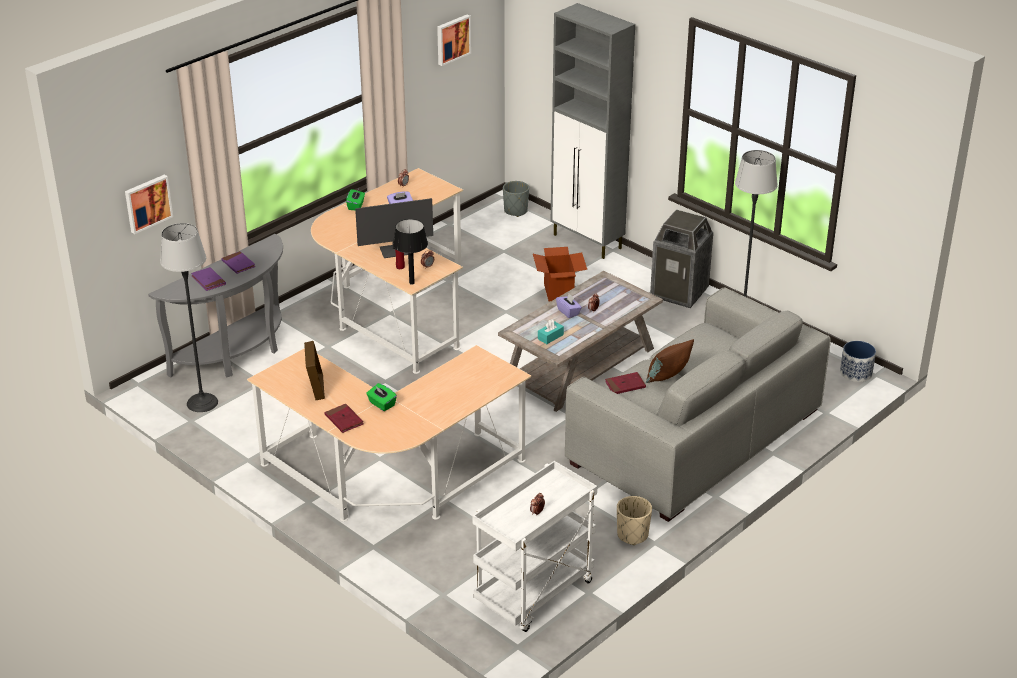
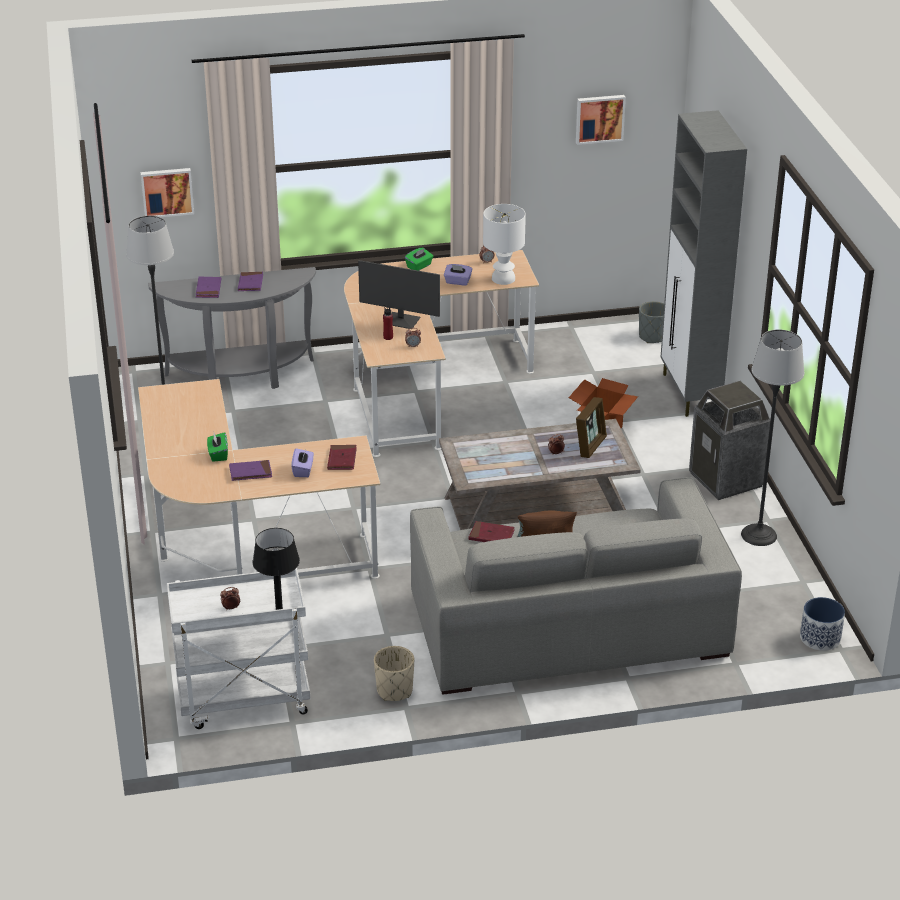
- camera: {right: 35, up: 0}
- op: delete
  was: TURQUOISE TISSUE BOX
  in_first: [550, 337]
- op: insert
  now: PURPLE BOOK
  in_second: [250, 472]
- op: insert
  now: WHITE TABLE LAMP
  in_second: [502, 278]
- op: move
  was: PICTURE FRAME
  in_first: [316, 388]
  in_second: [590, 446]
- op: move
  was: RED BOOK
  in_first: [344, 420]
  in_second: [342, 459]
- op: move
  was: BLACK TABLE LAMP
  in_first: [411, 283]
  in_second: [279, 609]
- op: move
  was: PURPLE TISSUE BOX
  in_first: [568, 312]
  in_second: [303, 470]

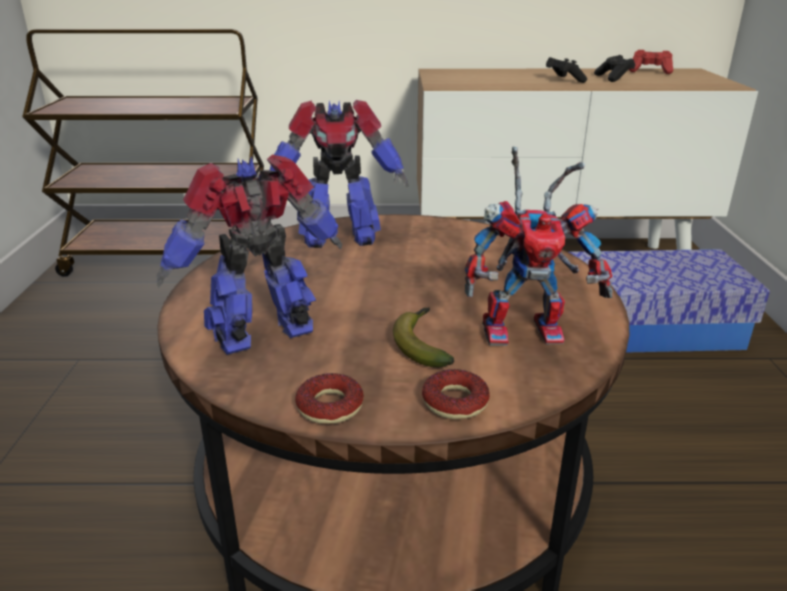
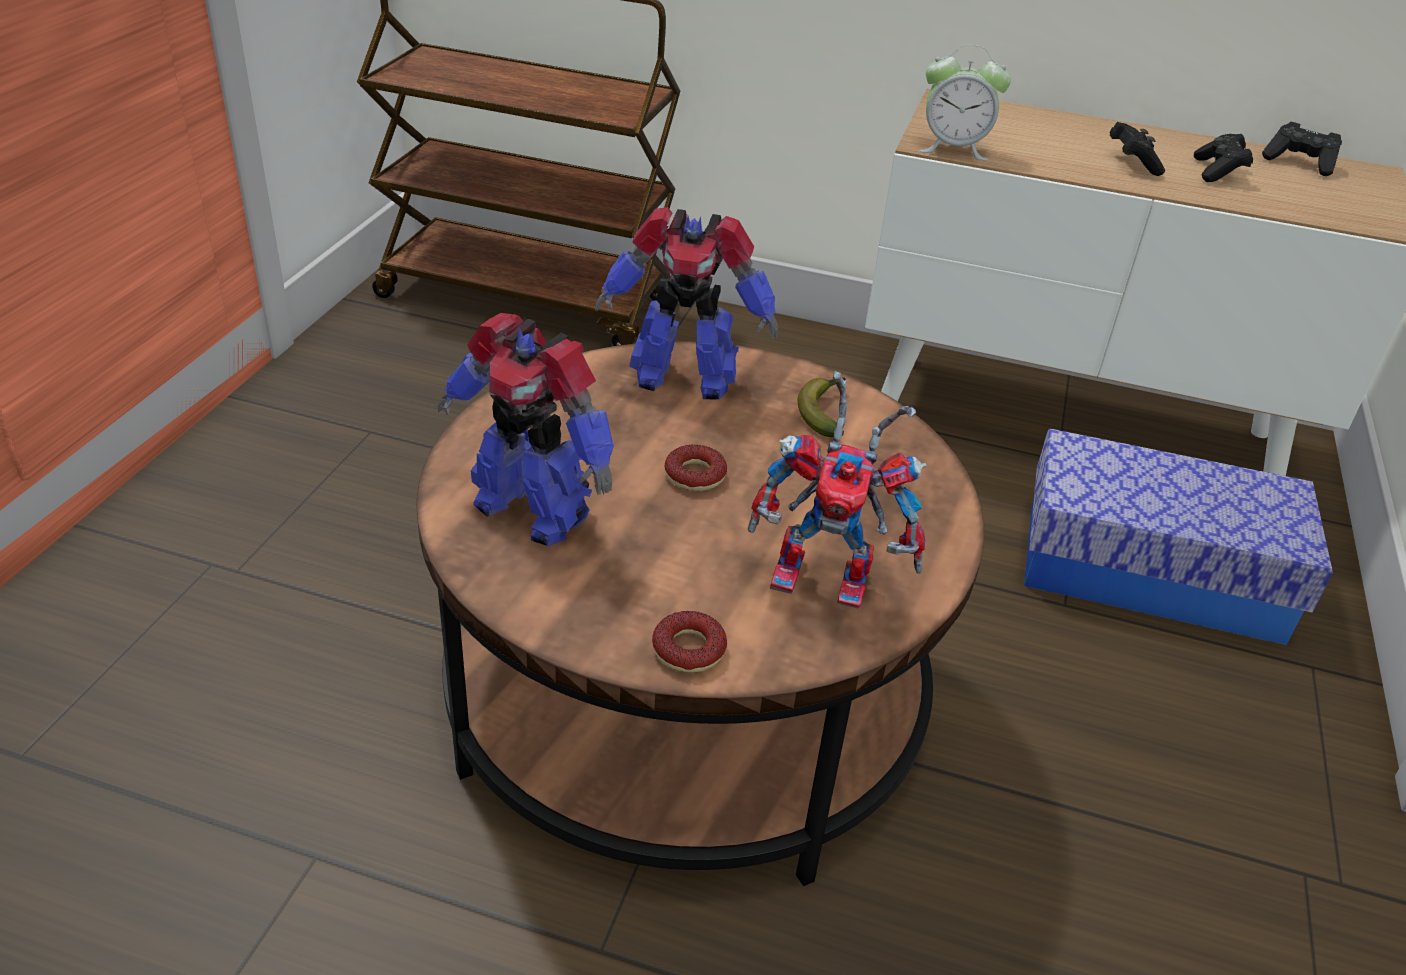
- camera: {right: 15, up: 10}
- op: insert
  now: ALARM CLOCK
  in_second: [953, 149]
- op: move
  was: DONUT
  in_first: [330, 406]
  in_second: [695, 475]
- op: move
  was: BANANA
  in_first: [422, 344]
  in_second: [824, 412]
- op: recolor
  was: RED GAME CONTROLLER
  now: BLACK GAME CONTROLLER
  in_first: [650, 71]
  in_second: [1299, 163]
- op: rotate
  was: TOY ROBOT
  in_first: [266, 335]
  in_second: [532, 509]
  clockwise: -135

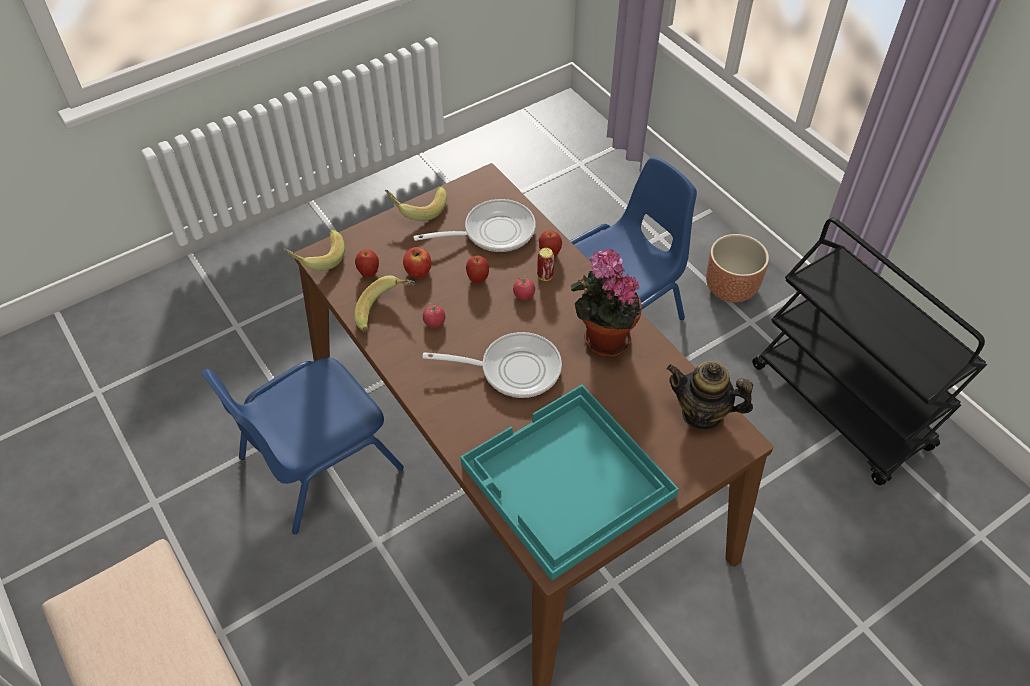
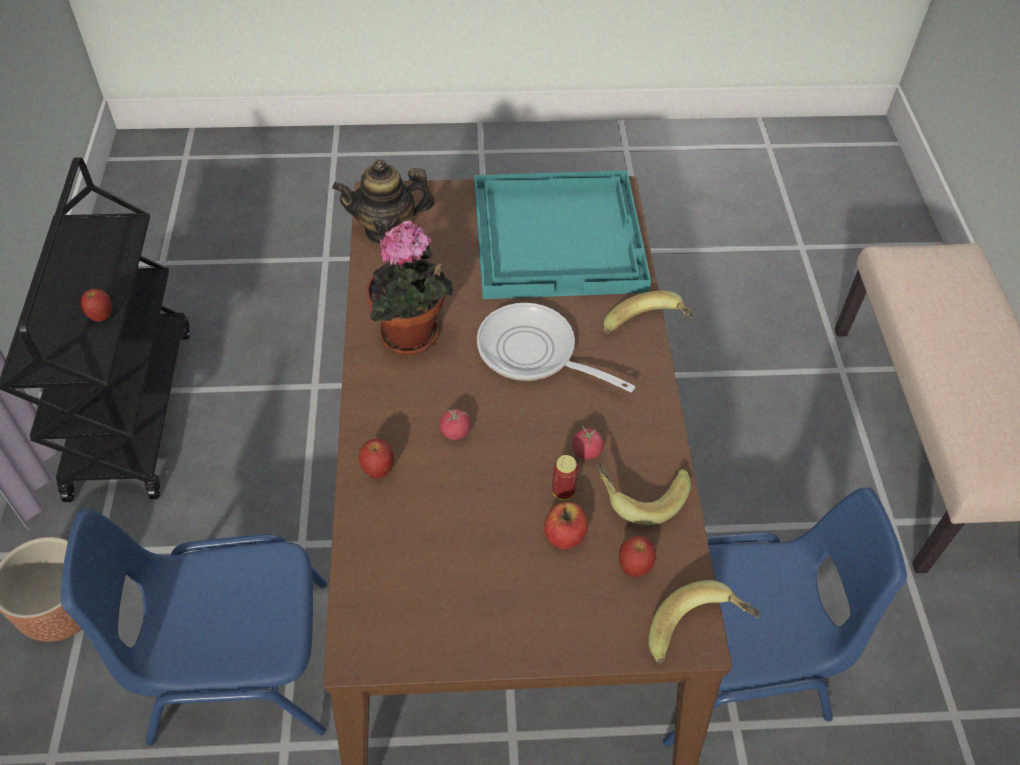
- camera: {right: -150, up: 0}
- op: delete
  was: FRYING PAN
  in_first: [492, 232]
- op: move
  was: BANANA
  in_first: [417, 208]
  in_second: [647, 331]
- op: move
  was: APPLE
  in_first: [478, 279]
  in_second: [101, 317]
- op: move
  was: CAN
  in_first: [545, 276]
  in_second: [563, 491]
- op: rotate
  was: TEAPOT
  in_first: [702, 413]
  in_second: [387, 230]
  clockwise: 120

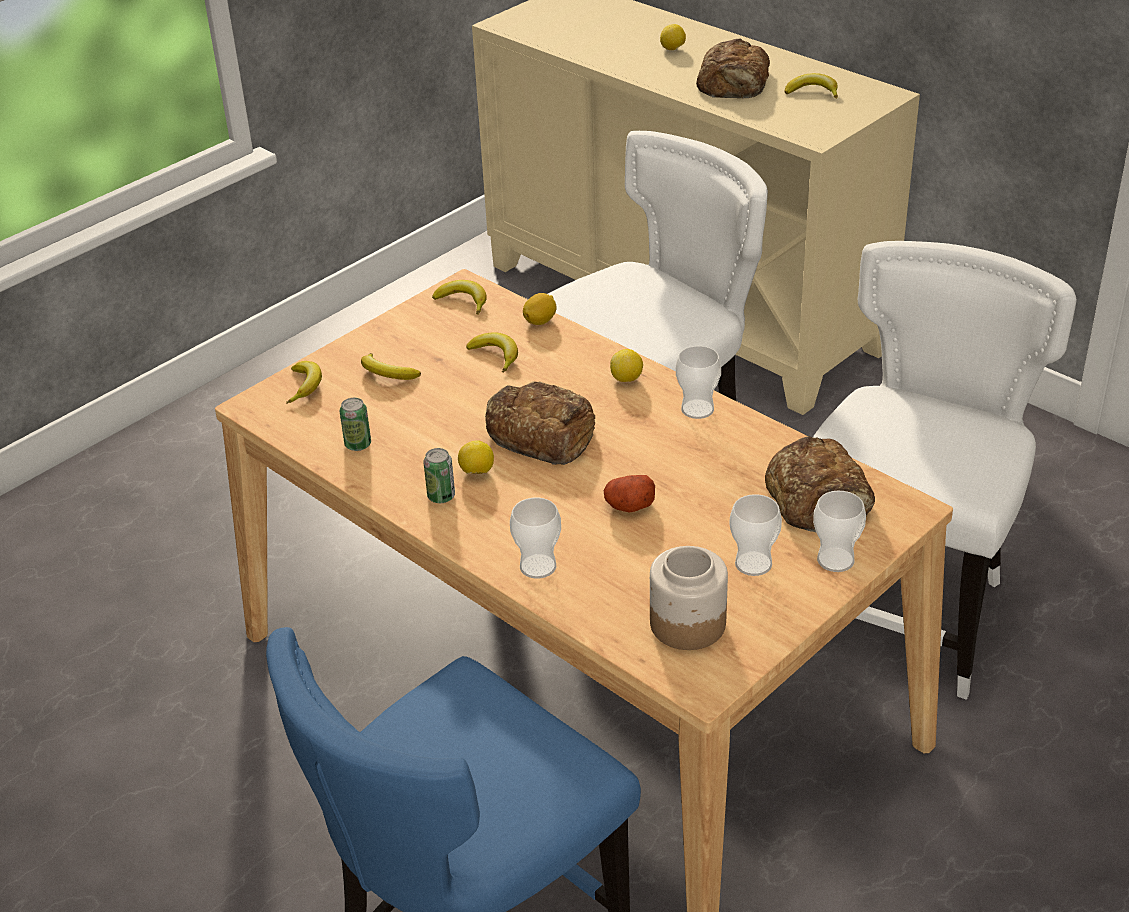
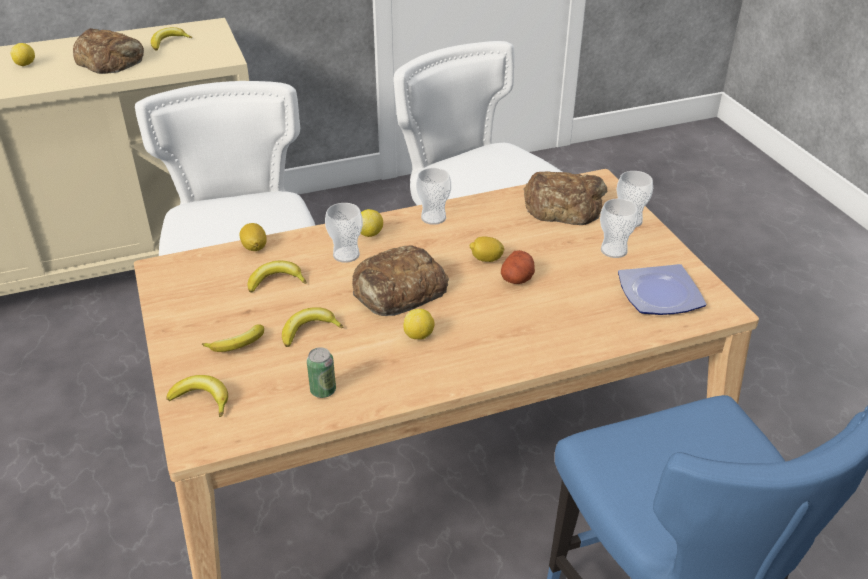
- camera: {right: -65, up: 0}
- op: delete
  was: CAN
  in_first: [441, 496]
- op: insert
  now: LEMON
  in_second: [486, 259]
- op: move
  was: BANANA
  in_first: [463, 301]
  in_second: [309, 330]
- op: move
  was: CUP
  in_first: [538, 566]
  in_second: [346, 255]
- op: replace
  was: JAR
  now: PLATE
  in_first: [686, 624]
  in_second: [658, 295]

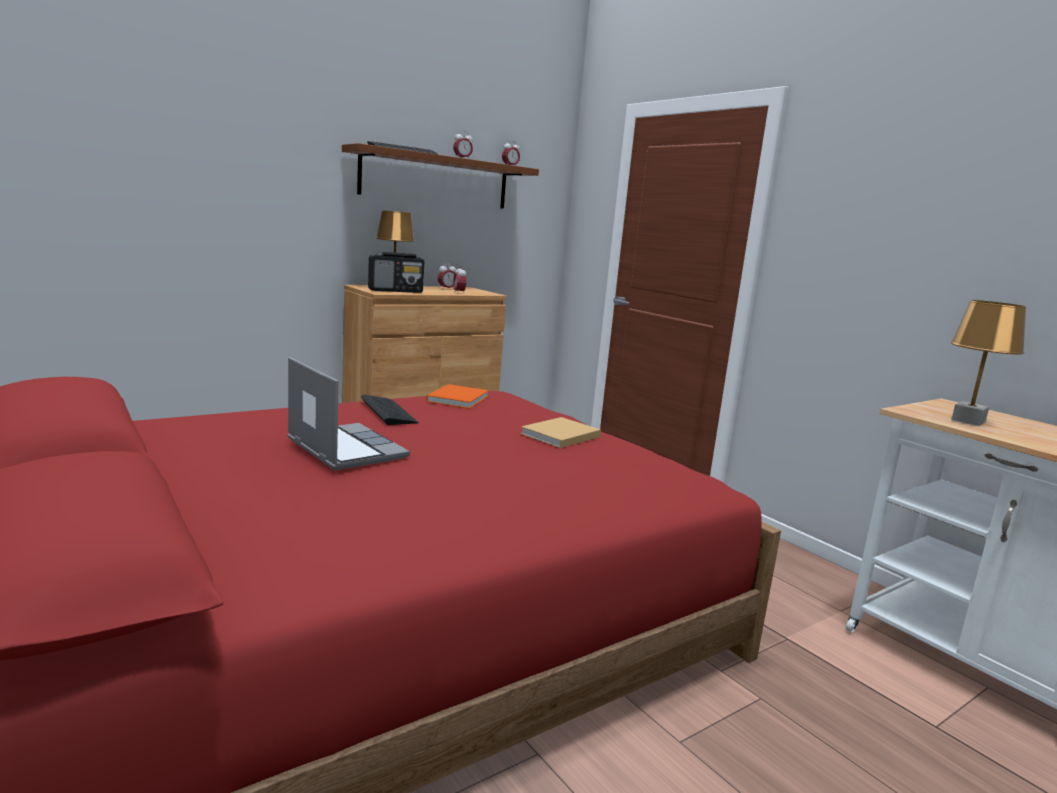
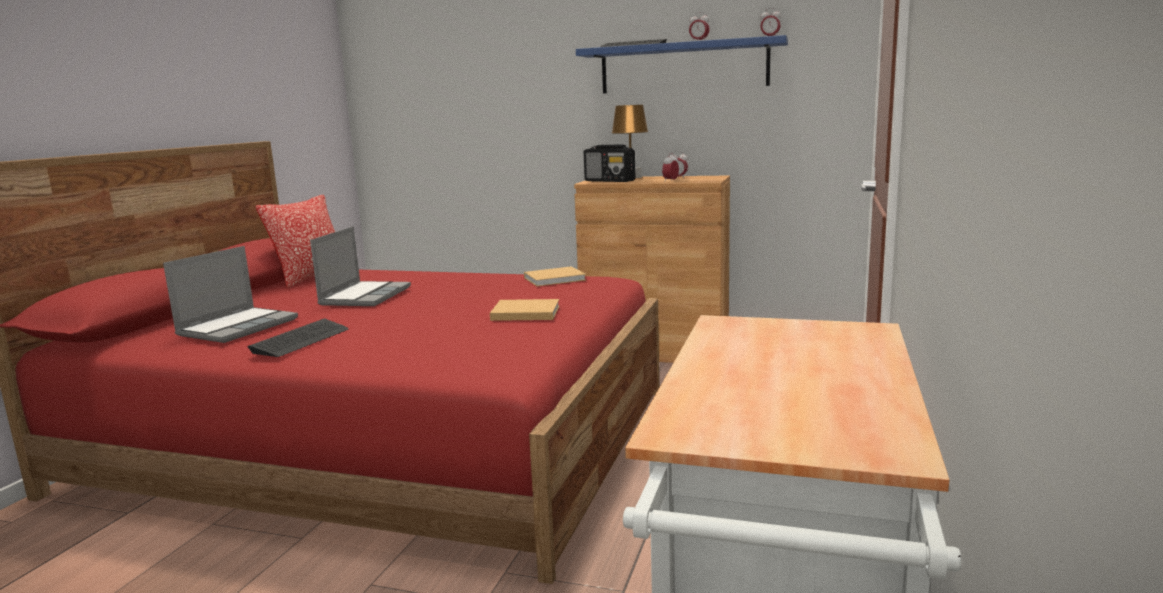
- camera: {right: 55, up: 0}
- op: delete
  was: BROWN TABLE LAMP
  in_first: [967, 420]
- op: insert
  now: LAPTOP
  in_second: [238, 327]
- op: insert
  now: PILLOW
  in_second: [312, 278]
- op: move
  was: KEYBOARD
  in_first: [388, 412]
  in_second: [301, 340]
- op: recolor
  was: BROWN SHELF
  now: BLUE SHELF
  in_first: [436, 180]
  in_second: [683, 67]
- op: recolor
  was: ORANGE BOOK
  now: BEIGE BOOK
  in_first: [458, 398]
  in_second: [556, 278]

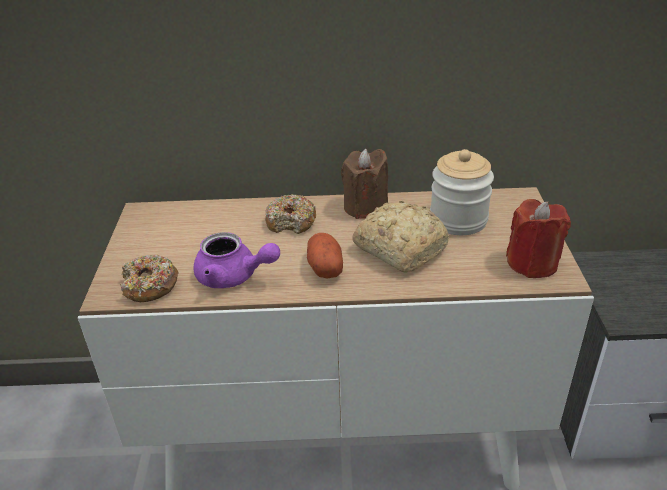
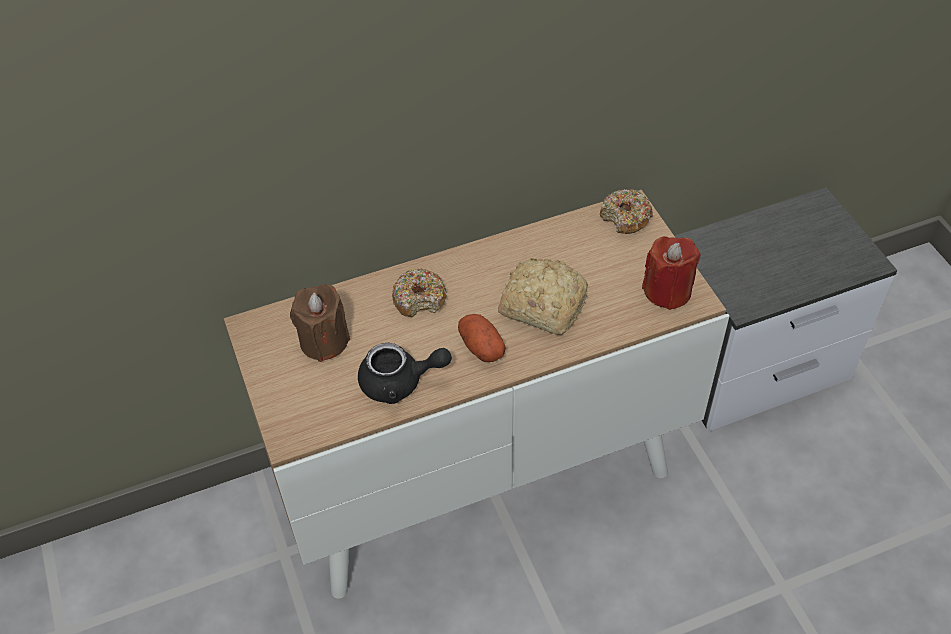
- camera: {right: -20, up: 15}
- op: delete
  was: JAR
  in_first: [458, 220]
- op: move
  was: DONUT
  in_first: [150, 286]
  in_second: [625, 218]
- op: move
  was: BROWN CANDLE
  in_first: [365, 207]
  in_second: [324, 341]
- op: recolor
  was: PURPLE TEAPOT
  now: BLACK TEAPOT
  in_first: [234, 277]
  in_second: [400, 383]

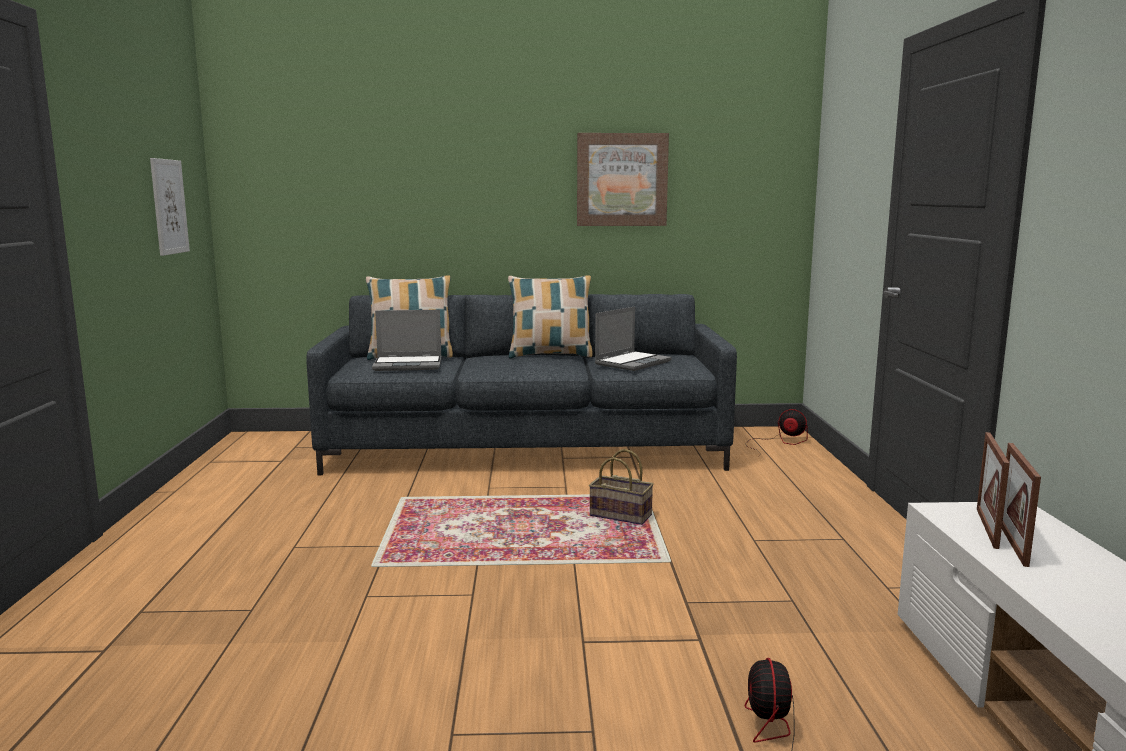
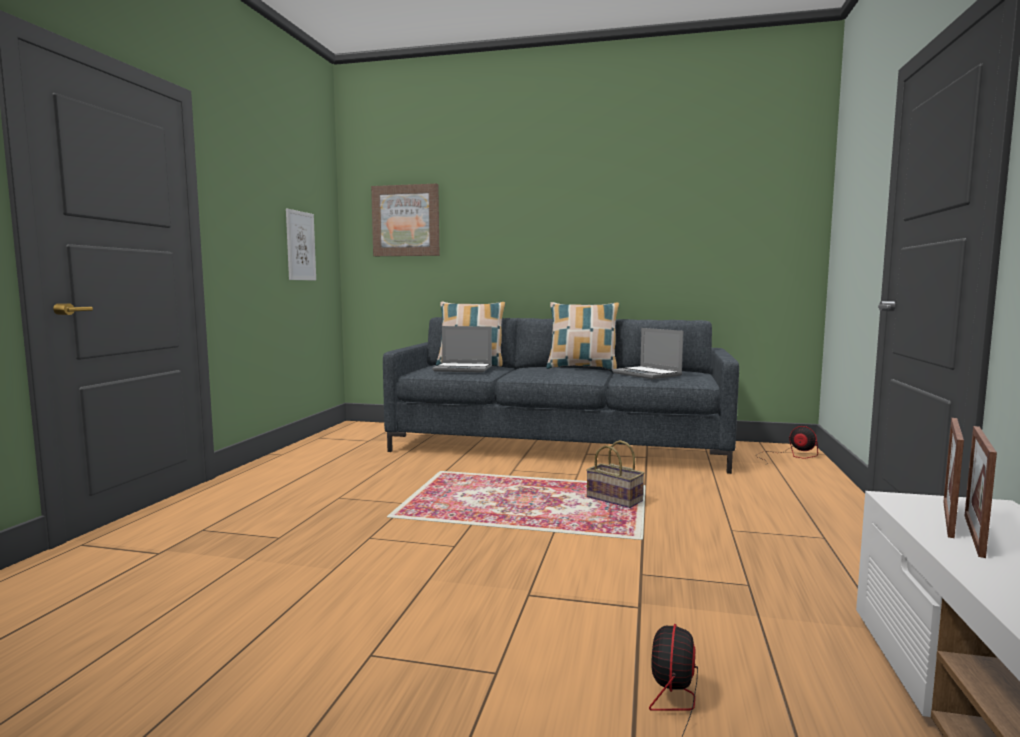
- camera: {right: 15, up: -5}
- op: move
  was: PICTURE
  in_first: [621, 180]
  in_second: [406, 221]
- op: rotate
  was: LAPTOP
  in_first: [632, 362]
  in_second: [648, 374]
  clockwise: 90

